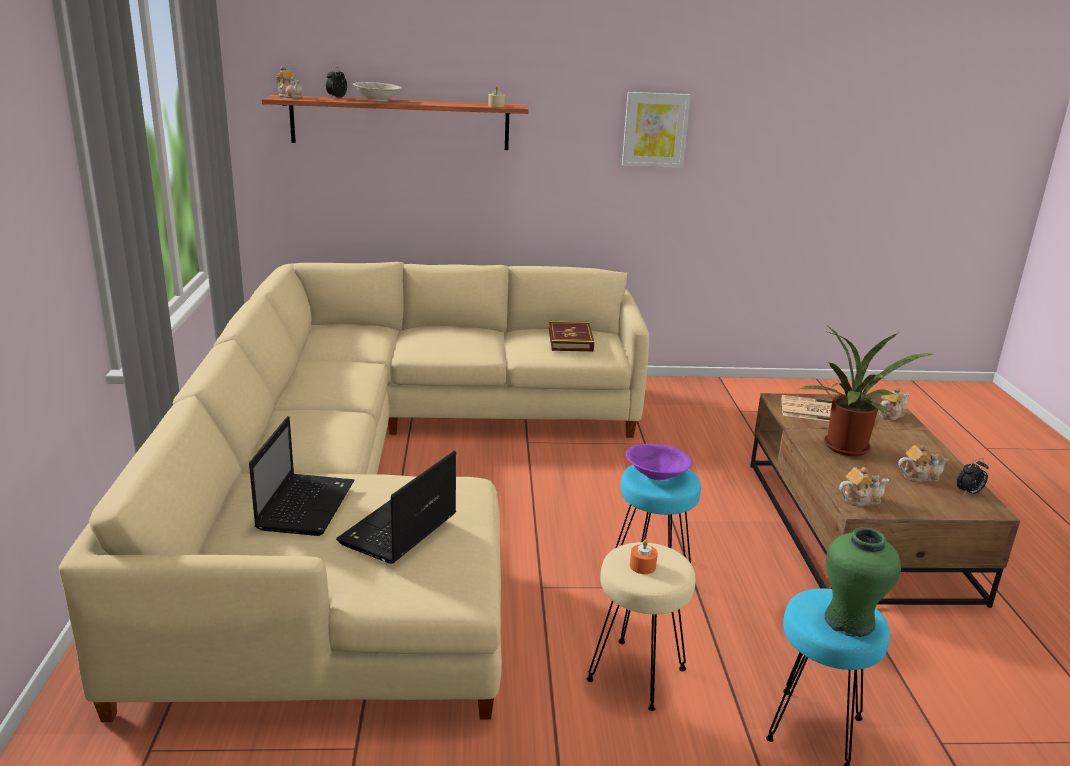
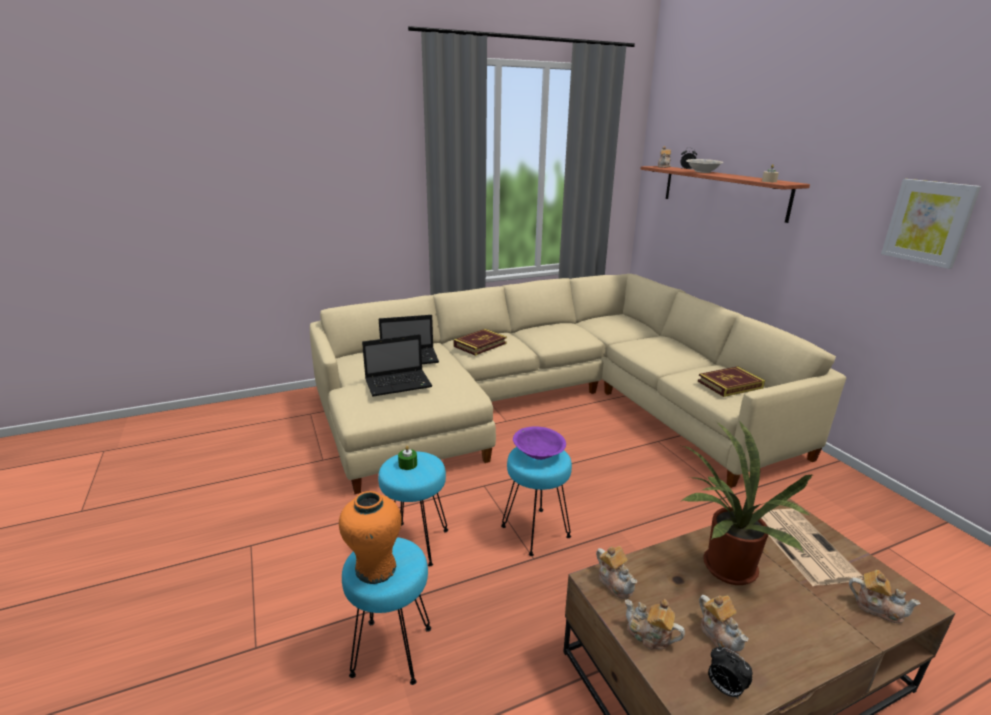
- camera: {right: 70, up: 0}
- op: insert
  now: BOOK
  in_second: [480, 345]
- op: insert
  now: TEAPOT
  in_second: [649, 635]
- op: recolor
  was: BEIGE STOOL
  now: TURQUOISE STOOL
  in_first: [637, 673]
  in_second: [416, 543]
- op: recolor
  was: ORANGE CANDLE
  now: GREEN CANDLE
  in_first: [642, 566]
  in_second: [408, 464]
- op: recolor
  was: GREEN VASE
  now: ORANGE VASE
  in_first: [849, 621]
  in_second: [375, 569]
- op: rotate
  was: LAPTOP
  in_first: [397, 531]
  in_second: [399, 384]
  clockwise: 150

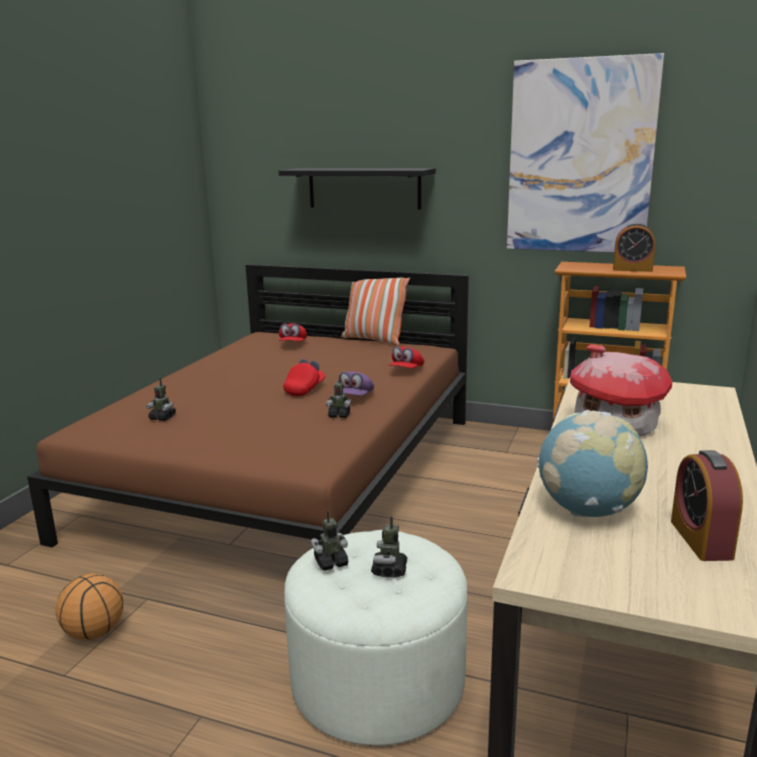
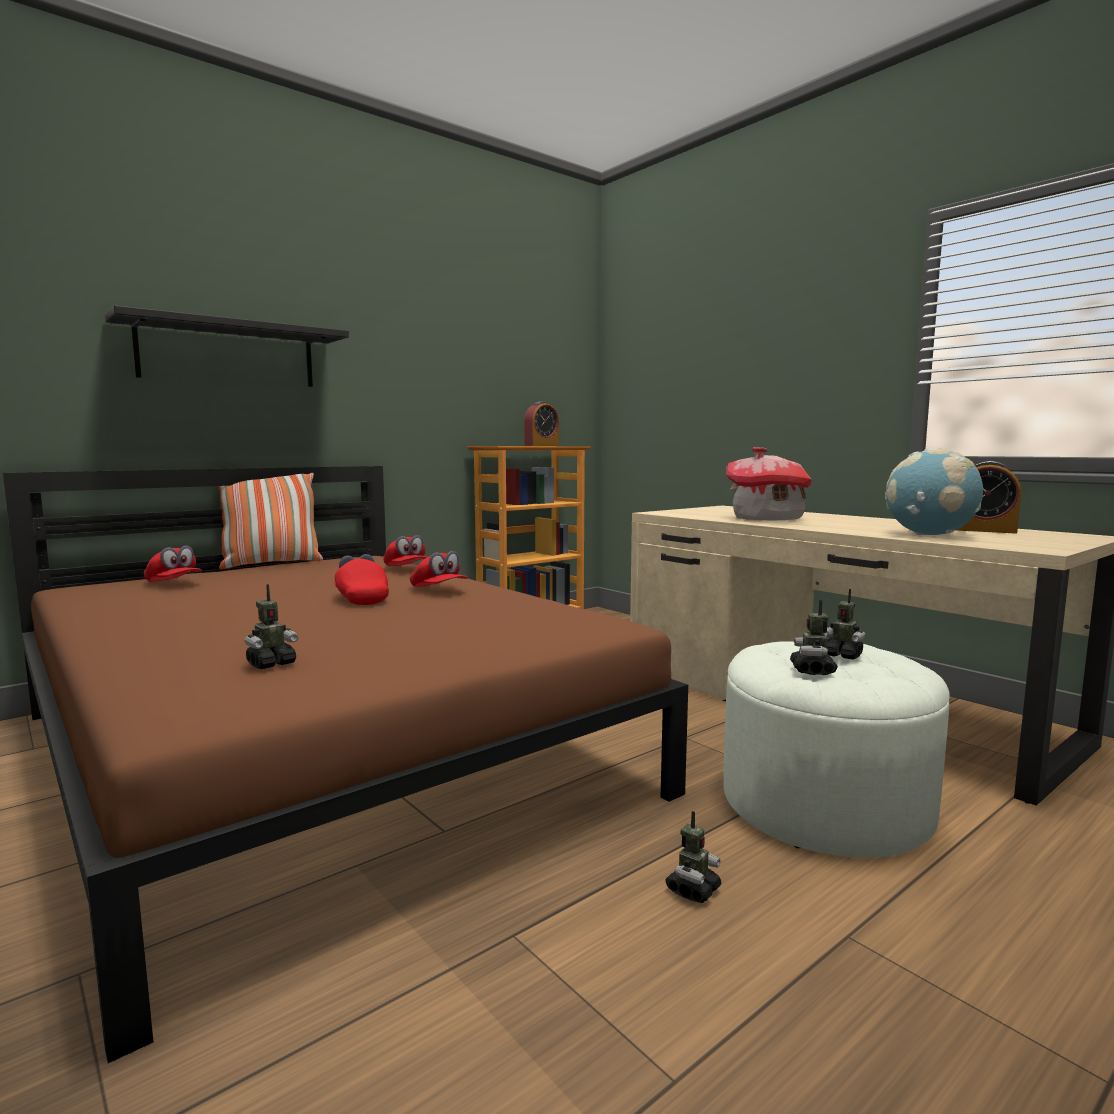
- camera: {right: -60, up: -10}
- op: delete
  was: BASKETBALL
  in_first: [95, 631]
- op: delete
  was: PICTURE
  in_first: [580, 157]
- op: move
  was: TOY ROBOT
  in_first: [339, 415]
  in_second: [693, 890]
- op: recolor
  was: PURPLE CAP
  now: RED CAP
  in_first: [355, 397]
  in_second: [438, 590]

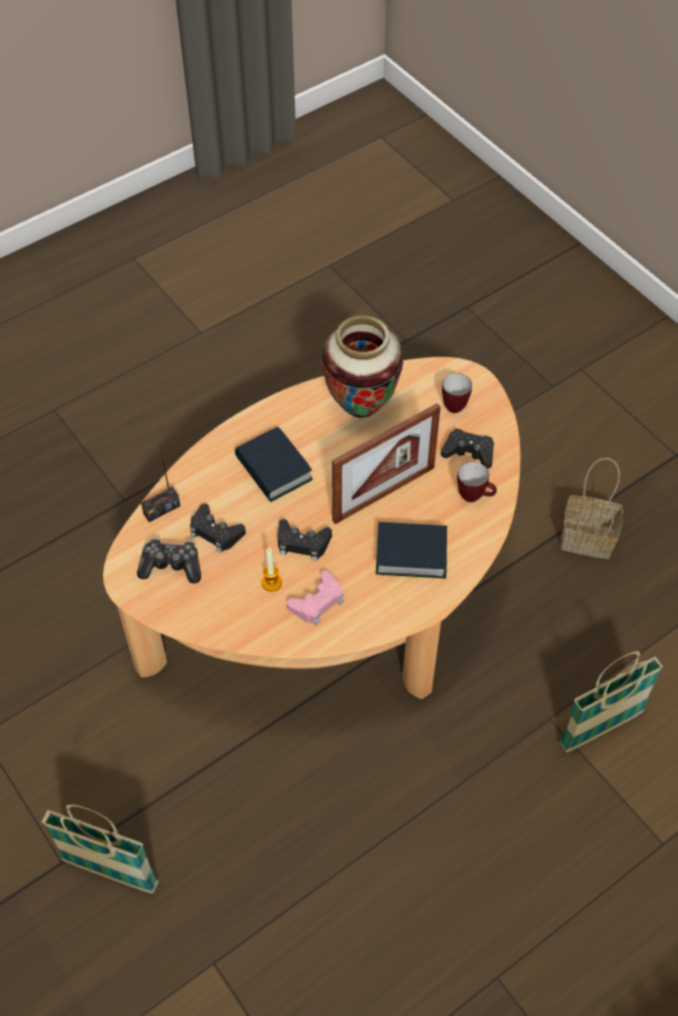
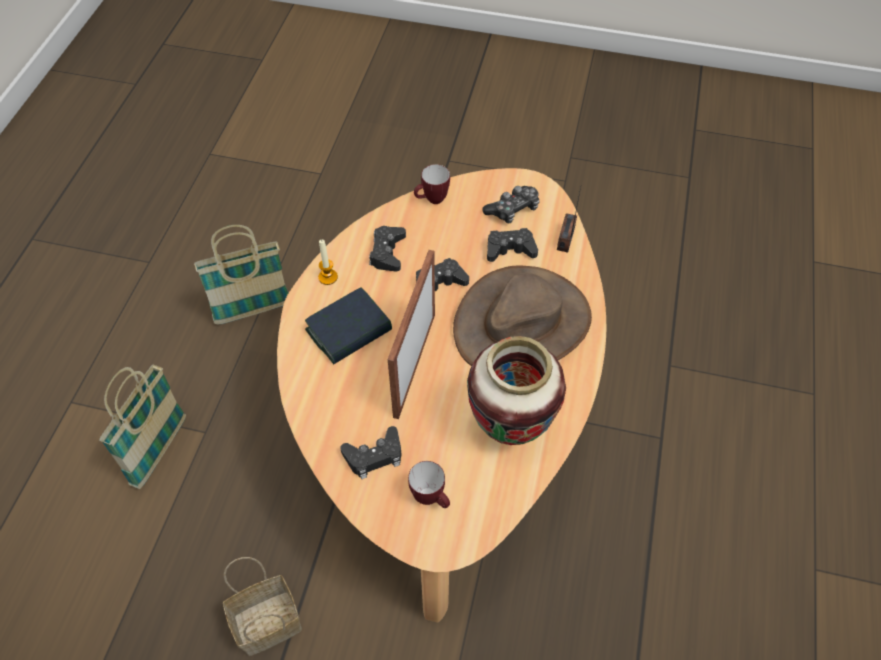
- camera: {right: 140, up: 0}
- op: move
  was: BASKET
  in_first: [110, 872]
  in_second: [253, 311]
- op: move
  was: CANDLE
  in_first: [271, 582]
  in_second: [328, 277]
- op: move
  was: MUG
  in_first: [475, 497]
  in_second: [432, 200]
- op: replace
  was: BOOK
  now: BROWN HAT
  in_first: [273, 469]
  in_second: [521, 323]
- op: recolor
  was: PINK GAME CONTROLLER
  now: BLACK GAME CONTROLLER
  in_first: [317, 602]
  in_second: [387, 252]

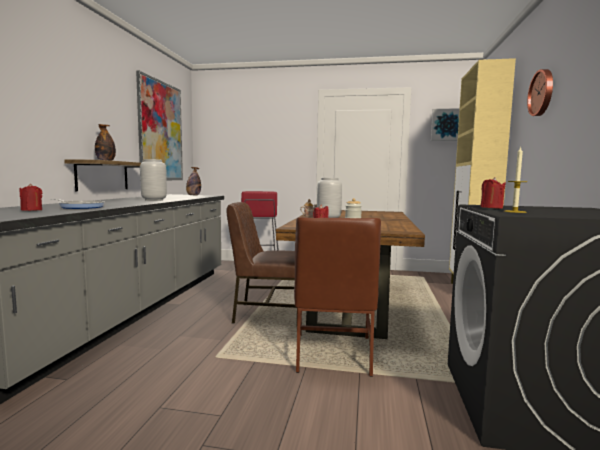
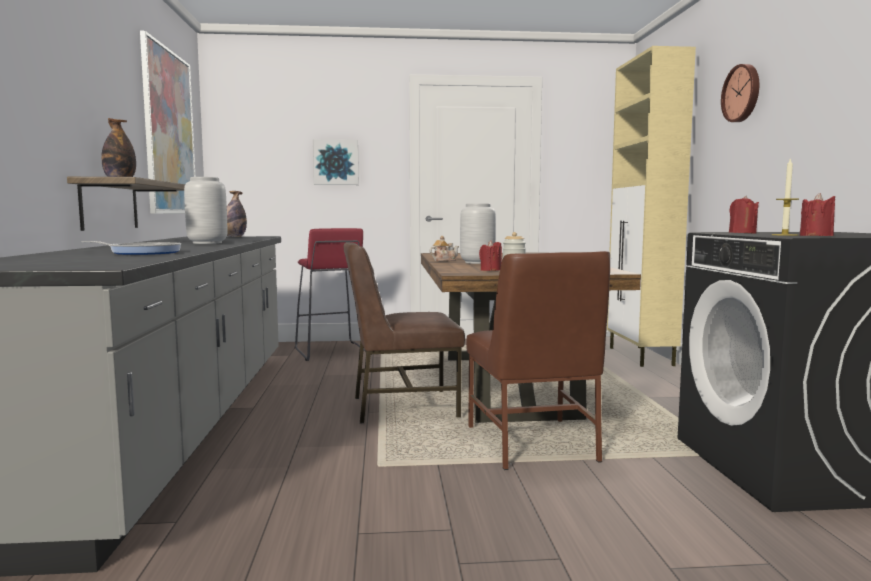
- camera: {right: -15, up: 0}
- op: move
  was: RED CANDLE
  in_first: [31, 210]
  in_second: [816, 236]
- op: move
  was: PICTURE
  in_first: [447, 125]
  in_second: [336, 162]

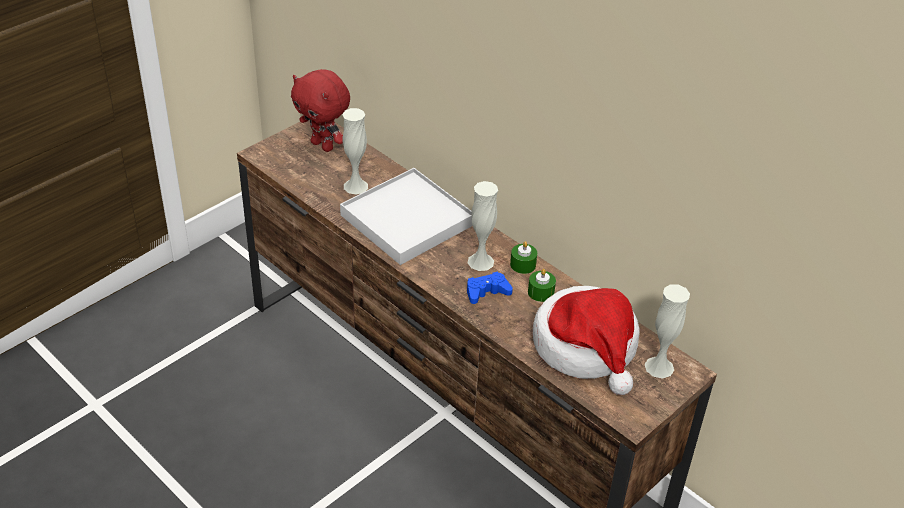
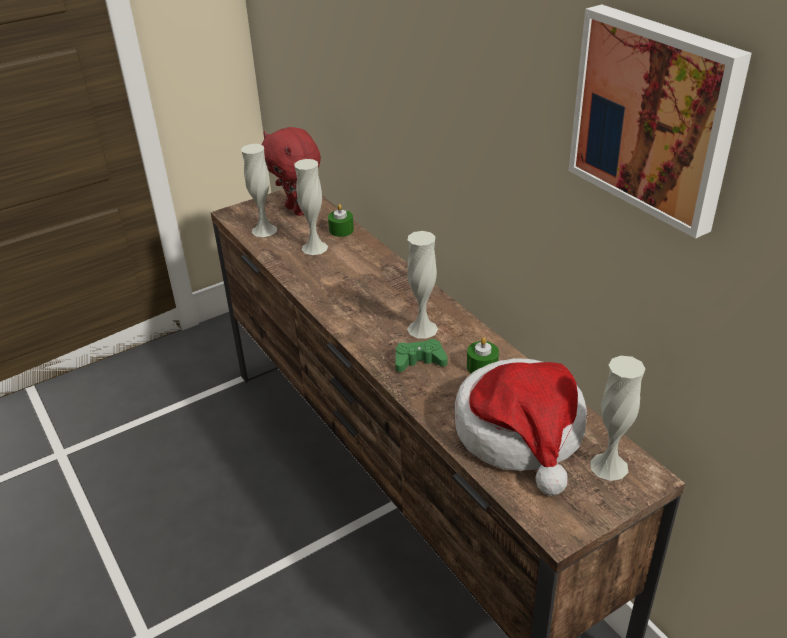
- camera: {right: 15, up: -5}
- op: delete
  was: WHITE TRAY
  in_first: [407, 220]
- op: insert
  now: WHITE VASE
  in_second: [264, 230]
- op: insert
  now: PICTURE
  in_second: [655, 116]
- op: move
  was: GREEN CANDLE
  in_first: [523, 265]
  in_second: [341, 230]
- op: recolor
  was: BLUE GAME CONTROLLER
  now: GREEN GAME CONTROLLER
  in_first: [487, 292]
  in_second: [419, 361]

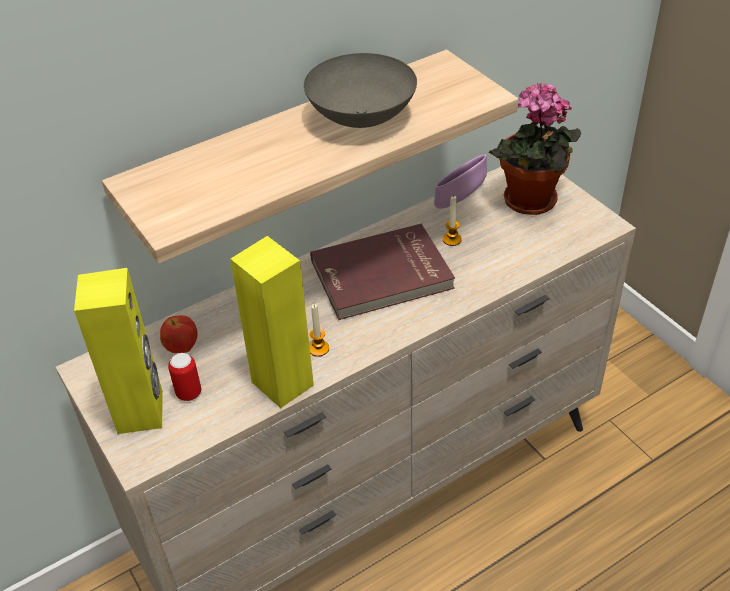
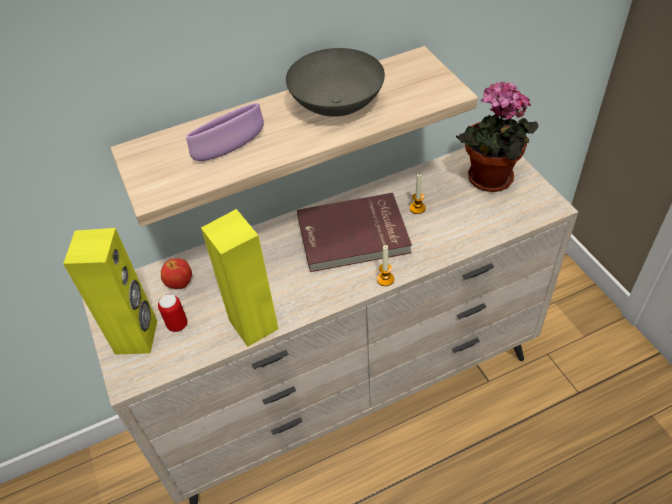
- camera: {right: 10, up: 5}
- op: move
  was: CANDLE
  in_first: [318, 348]
  in_second: [385, 279]
- op: move
  was: PURPLE BOWL
  in_first: [460, 197]
  in_second: [230, 149]

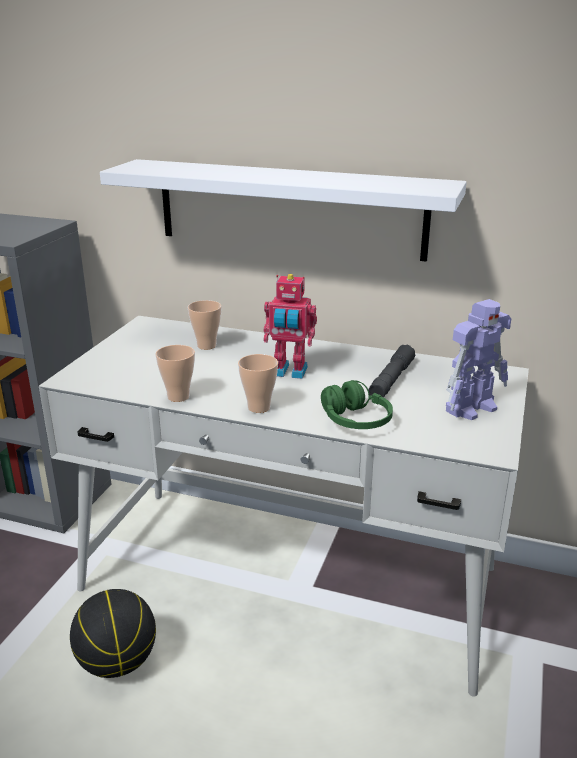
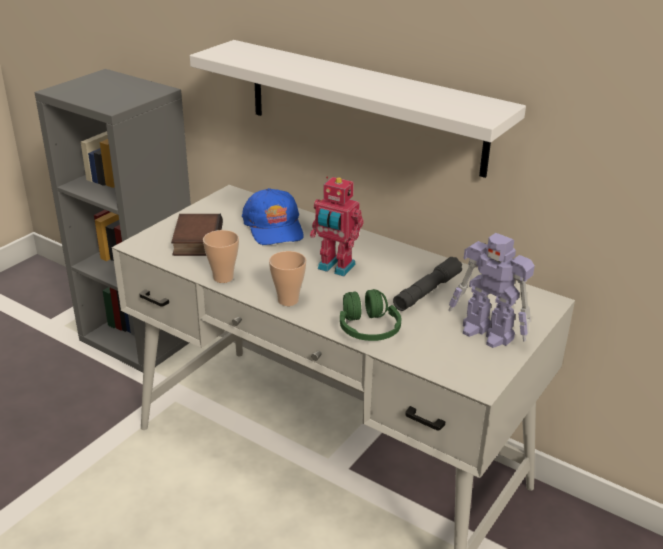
- camera: {right: 15, up: 5}
- op: delete
  was: BASKETBALL
  in_first: [118, 662]
- op: insert
  now: BOOK
  in_second: [196, 240]
- op: replace
  was: CUP
  now: BLUE CAP
  in_first: [206, 346]
  in_second: [274, 227]
- op: rotate
  was: TOY ROBOT
  in_first: [472, 407]
  in_second: [488, 333]
  clockwise: 60

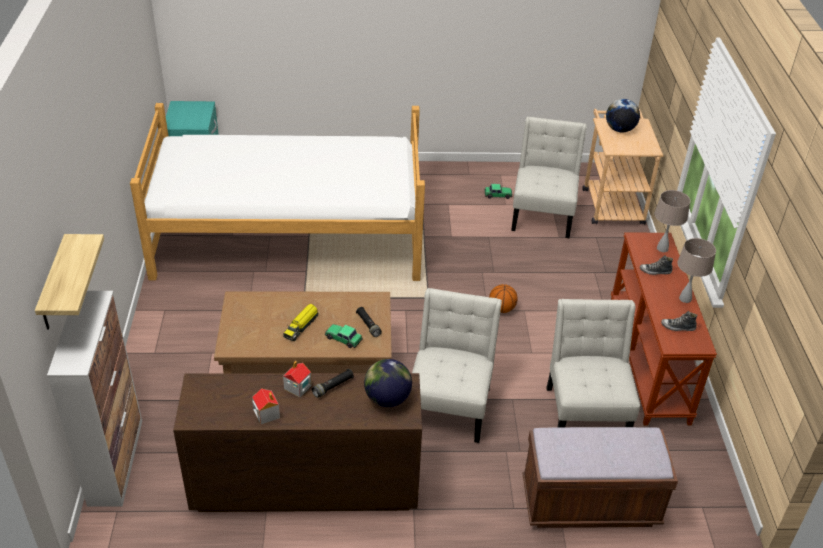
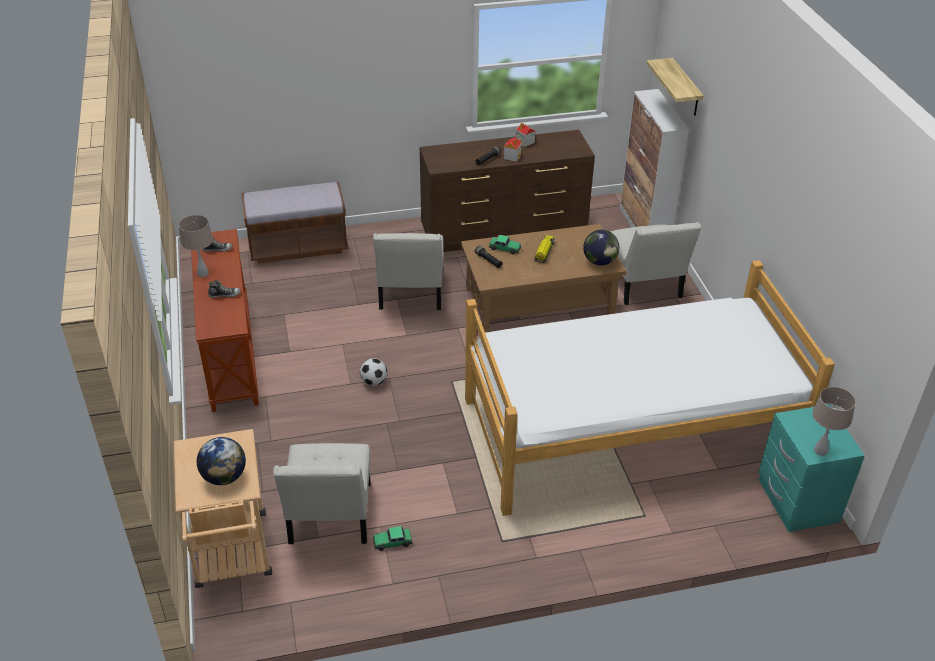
- camera: {right: 170, up: 0}
- op: move
  was: GLOBE
  in_first: [387, 398]
  in_second: [599, 262]
- op: move
  was: WHITE CHAIR
  in_first: [586, 411]
  in_second: [644, 286]
- op: move
  was: BEIGE TABLE LAMP
  in_first: [662, 248]
  in_second: [820, 450]
- op: replace
  was: BASKETBALL
  now: FOOTBALL
  in_first: [502, 309]
  in_second: [374, 381]

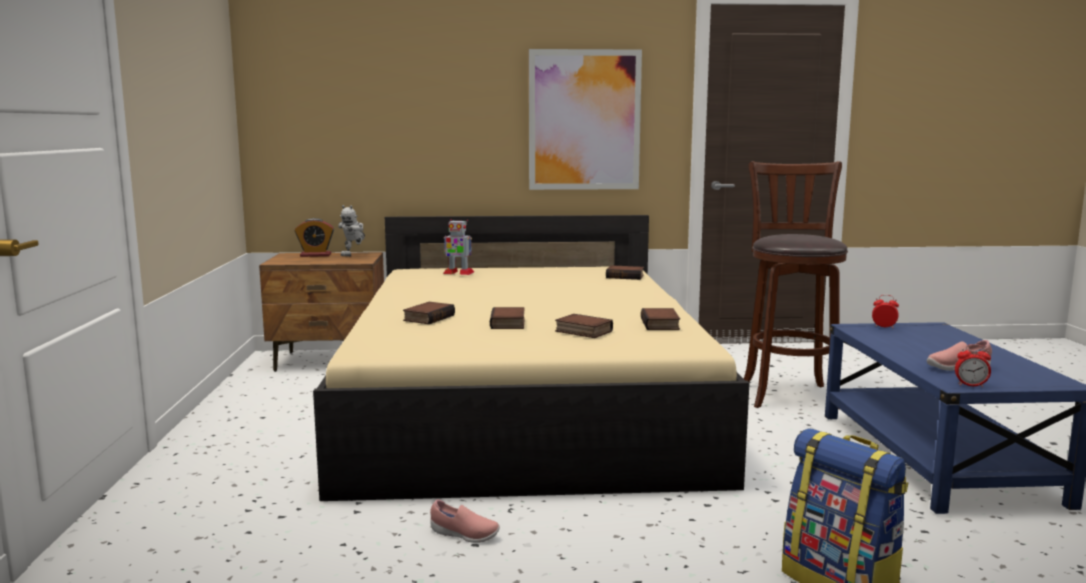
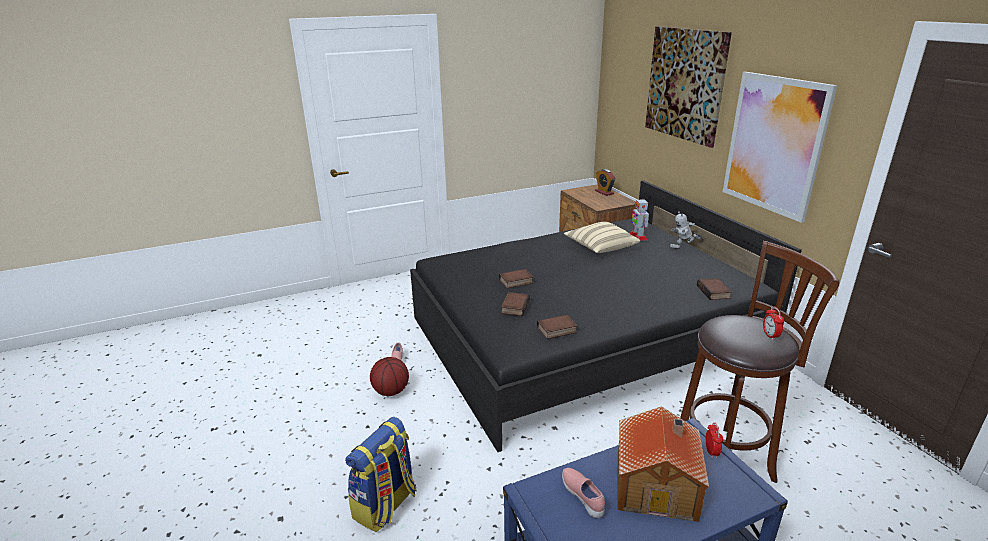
- camera: {right: 70, up: 15}
- op: delete
  was: BOOK
  in_first: [428, 317]
- op: insert
  now: BASKETBALL
  in_second: [391, 391]
- op: insert
  now: BEIGE PILLOW
  in_second: [600, 247]
- op: insert
  now: TOY HOUSE
  in_second: [657, 484]
- op: insert
  now: PICTURE
  in_second: [685, 84]
- op: move
  was: TOY ROBOT
  in_first: [354, 255]
  in_second: [682, 249]
- op: move
  was: ALARM CLOCK
  in_first: [970, 385]
  in_second: [770, 336]
- op: recolor
  was: BEIGE BED
  now: BLACK BED
  in_first: [524, 403]
  in_second: [582, 337]

